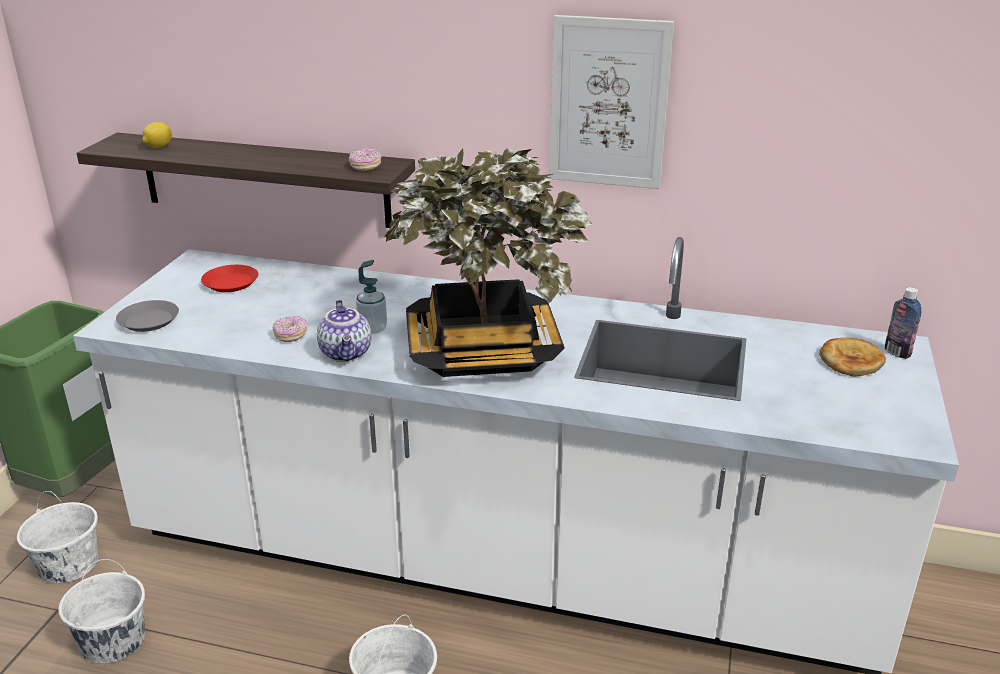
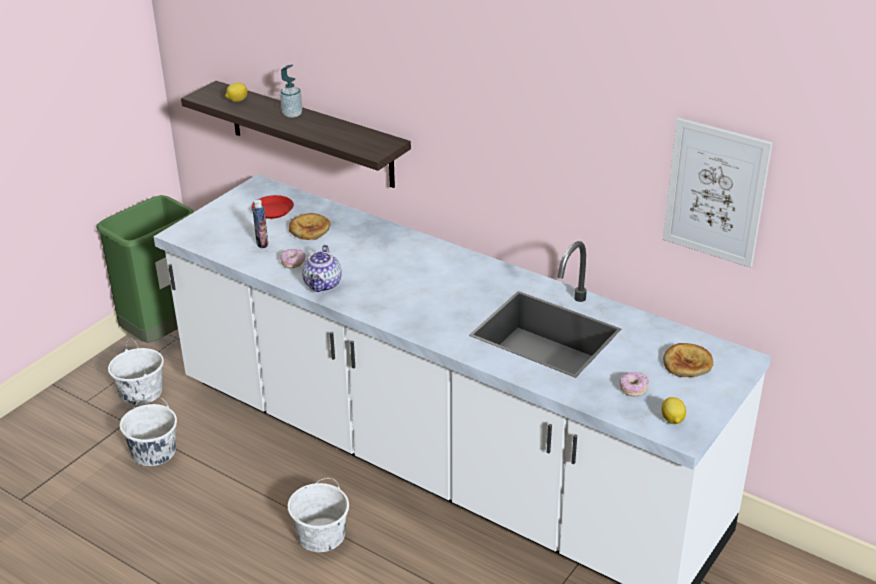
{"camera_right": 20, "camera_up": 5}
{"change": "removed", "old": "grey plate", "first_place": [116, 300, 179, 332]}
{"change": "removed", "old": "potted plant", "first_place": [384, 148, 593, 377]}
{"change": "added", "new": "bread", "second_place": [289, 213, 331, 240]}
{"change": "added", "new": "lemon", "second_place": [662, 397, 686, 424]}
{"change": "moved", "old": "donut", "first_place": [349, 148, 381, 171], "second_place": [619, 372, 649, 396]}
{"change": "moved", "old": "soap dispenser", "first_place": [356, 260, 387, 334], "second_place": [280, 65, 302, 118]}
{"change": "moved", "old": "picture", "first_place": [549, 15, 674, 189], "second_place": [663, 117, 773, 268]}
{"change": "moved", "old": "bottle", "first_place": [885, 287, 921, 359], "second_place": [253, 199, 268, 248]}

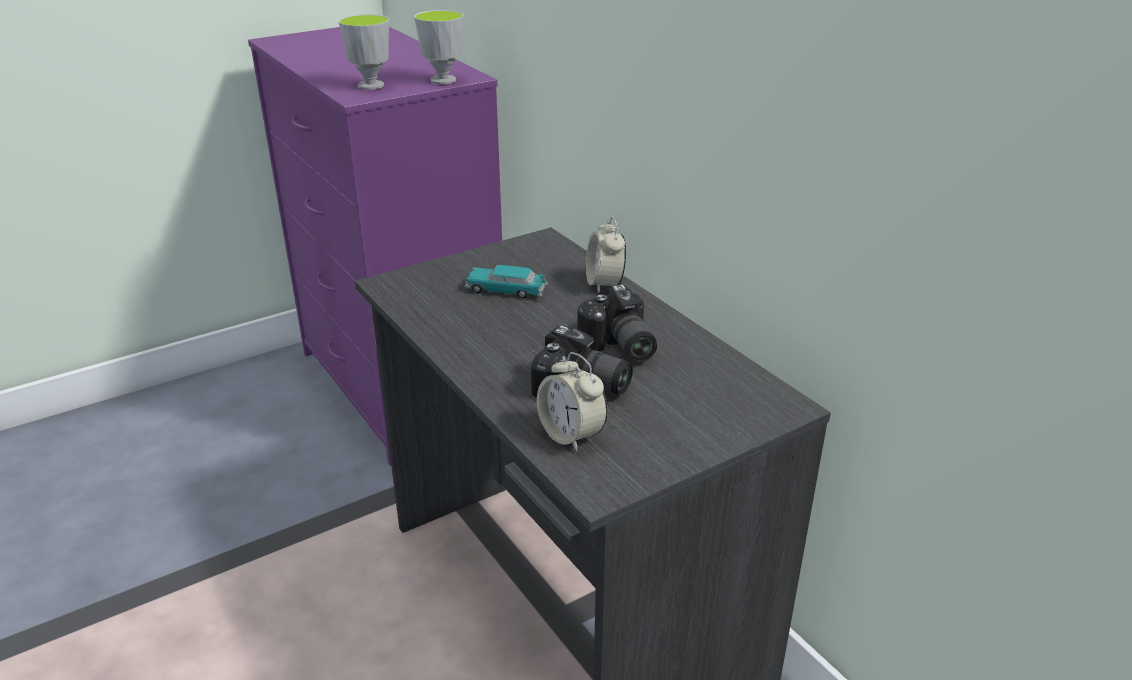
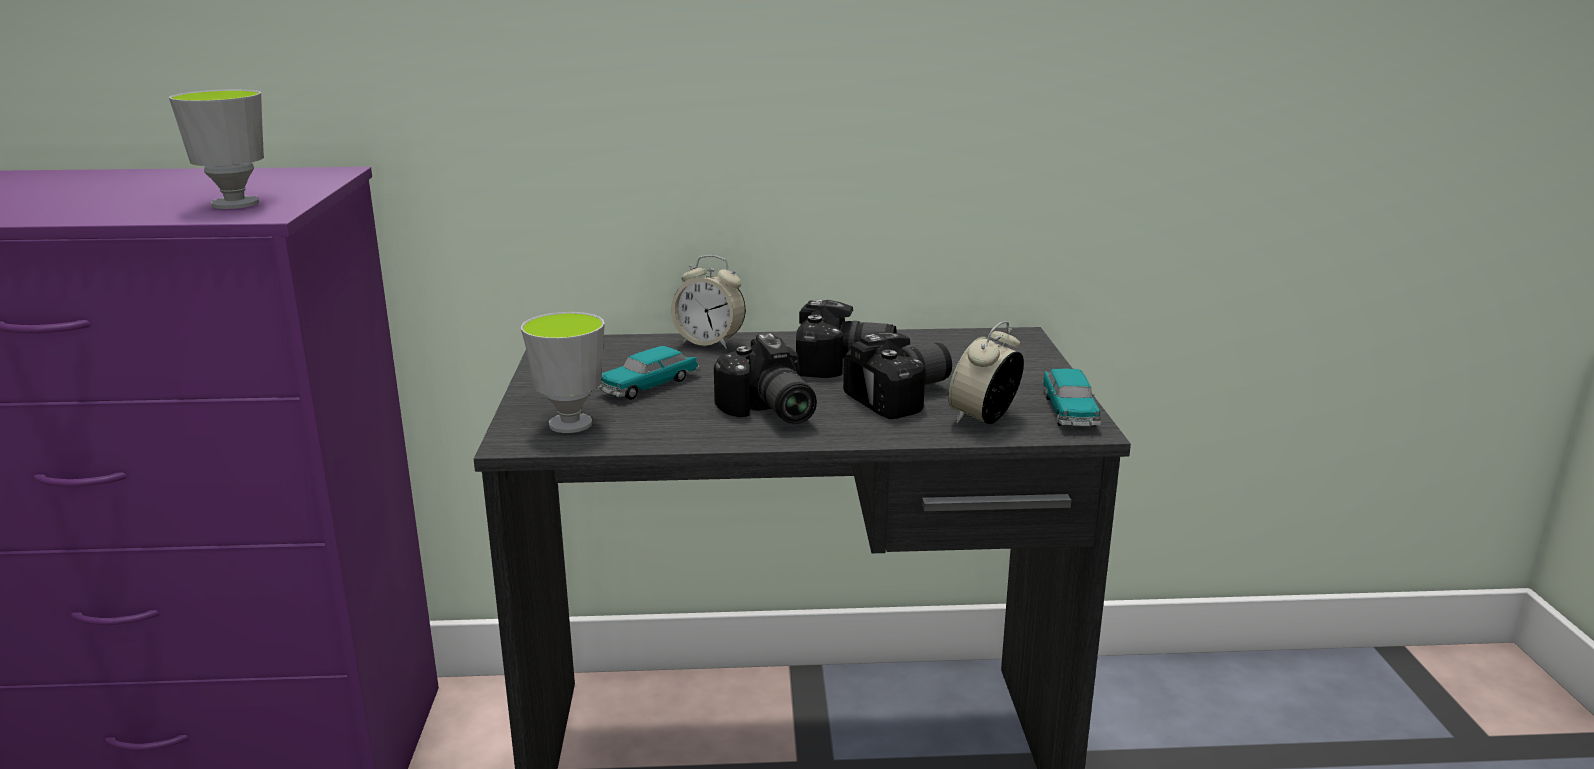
{"camera_right": -60, "camera_up": -10}
{"change": "added", "new": "photo camera", "second_place": [714, 333, 817, 424]}
{"change": "added", "new": "toy car", "second_place": [1042, 368, 1101, 427]}
{"change": "moved", "old": "cup", "first_place": [414, 10, 464, 84], "second_place": [521, 312, 605, 433]}
{"change": "turned", "old": "alarm clock", "first_place": [537, 352, 608, 452], "second_place": [948, 321, 1024, 424], "degrees": 135}

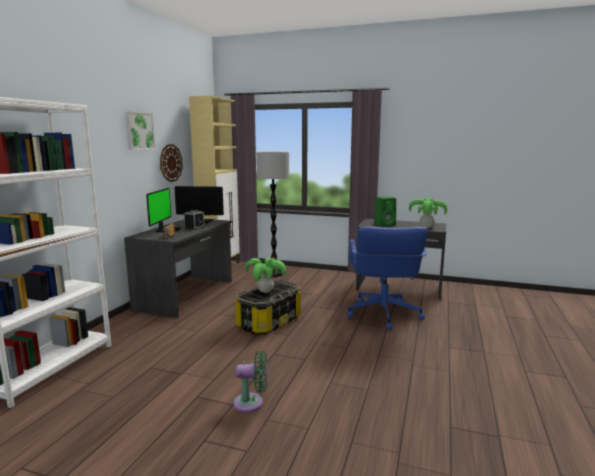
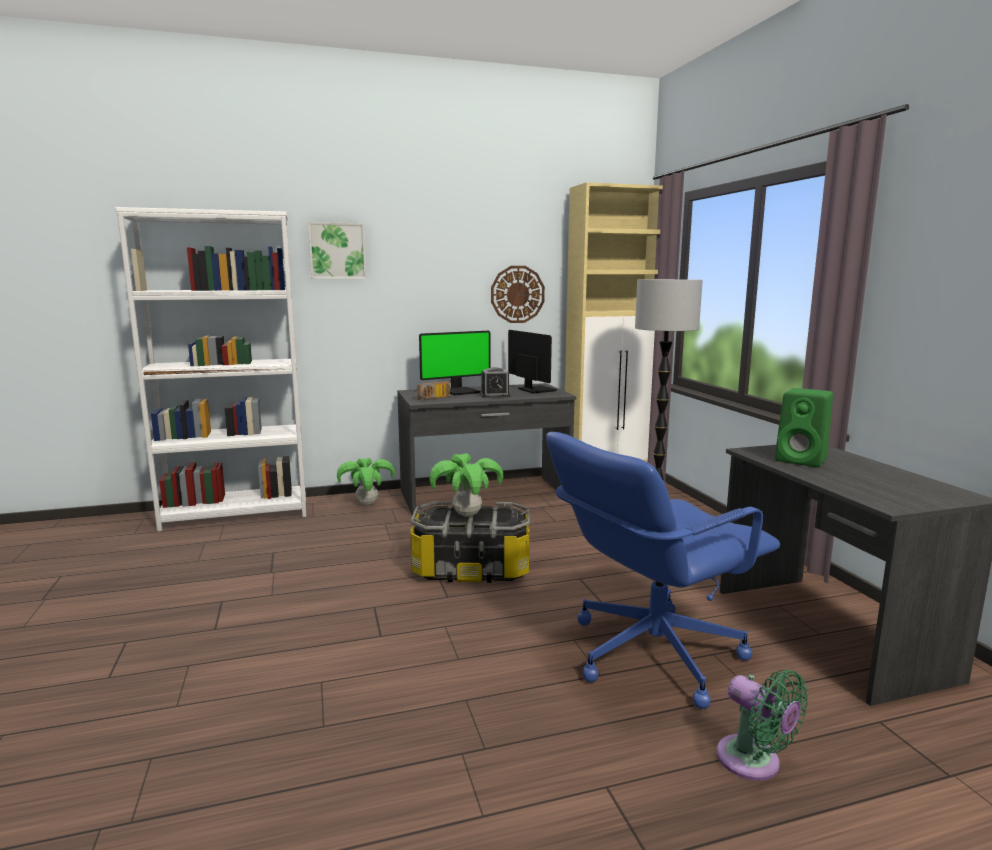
{"camera_right": 55, "camera_up": 0}
{"change": "moved", "old": "picture", "first_place": [125, 111, 155, 150], "second_place": [308, 222, 367, 279]}
{"change": "moved", "old": "green fan", "first_place": [233, 350, 267, 413], "second_place": [716, 669, 808, 781]}
{"change": "moved", "old": "potted plant", "first_place": [409, 198, 447, 228], "second_place": [337, 458, 395, 506]}

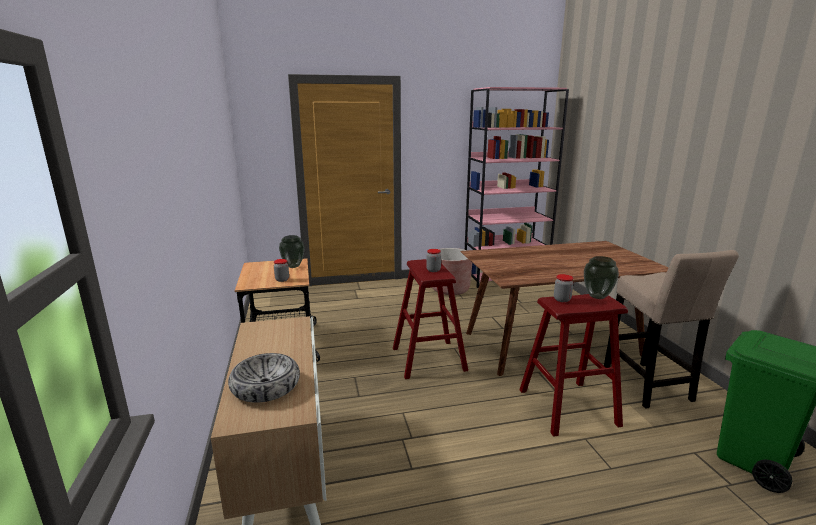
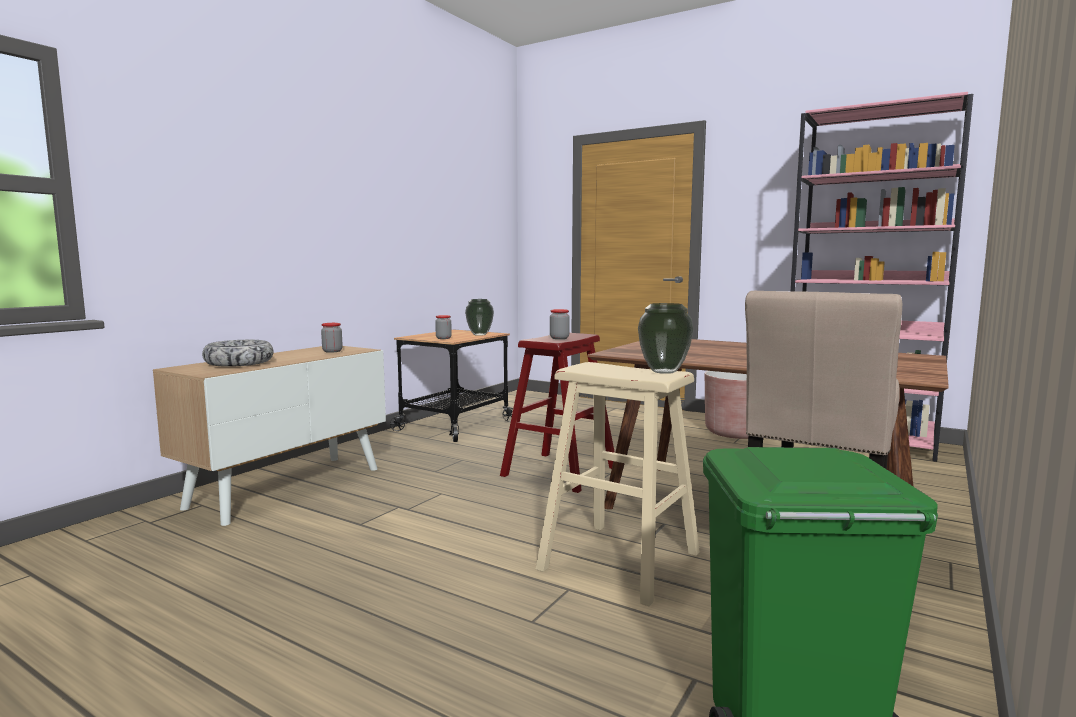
{"camera_right": 45, "camera_up": -10}
{"change": "moved", "old": "jar", "first_place": [554, 274, 573, 302], "second_place": [321, 323, 343, 353]}
{"change": "recoloured", "old": "red stool", "new": "beige stool", "first_place": [520, 294, 628, 437], "second_place": [536, 362, 700, 606]}

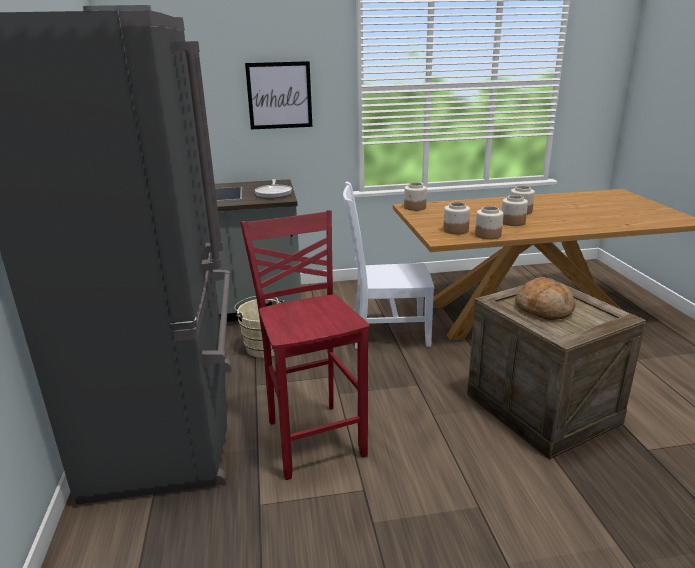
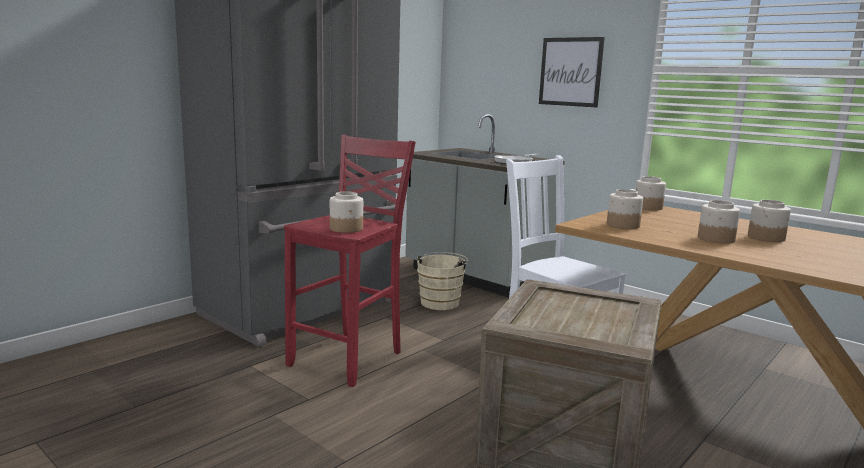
{"camera_right": 50, "camera_up": -10}
{"change": "removed", "old": "bread", "first_place": [515, 277, 576, 320]}
{"change": "moved", "old": "jar", "first_place": [475, 206, 503, 239], "second_place": [330, 192, 363, 233]}

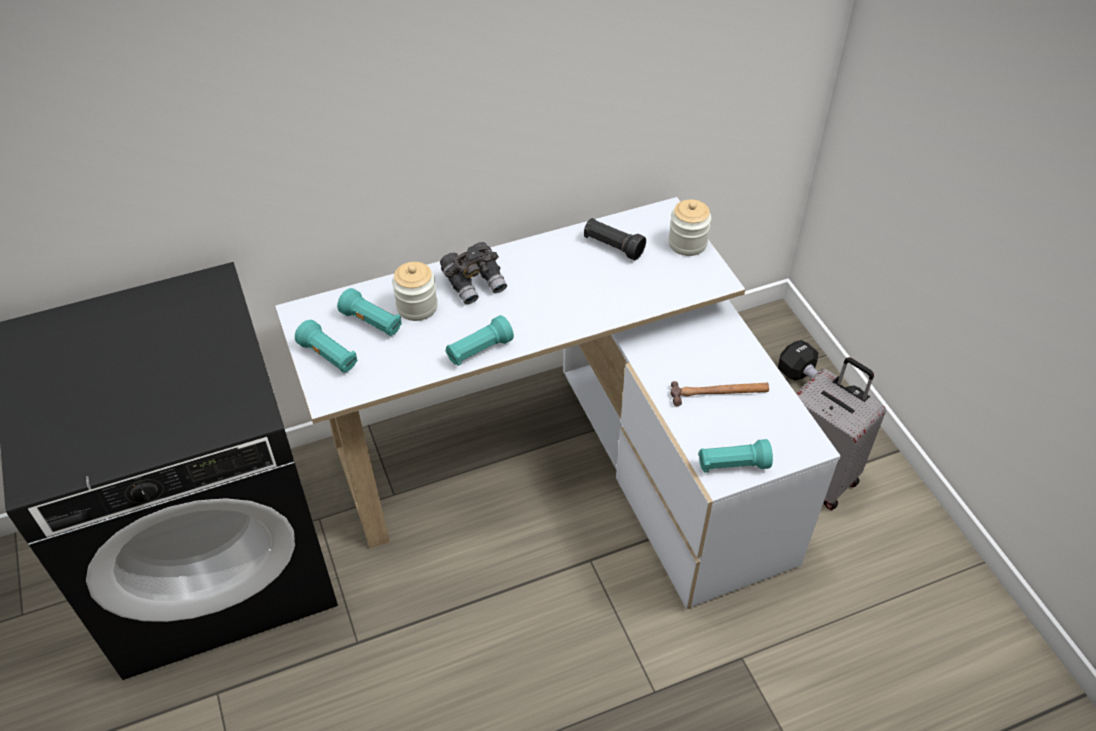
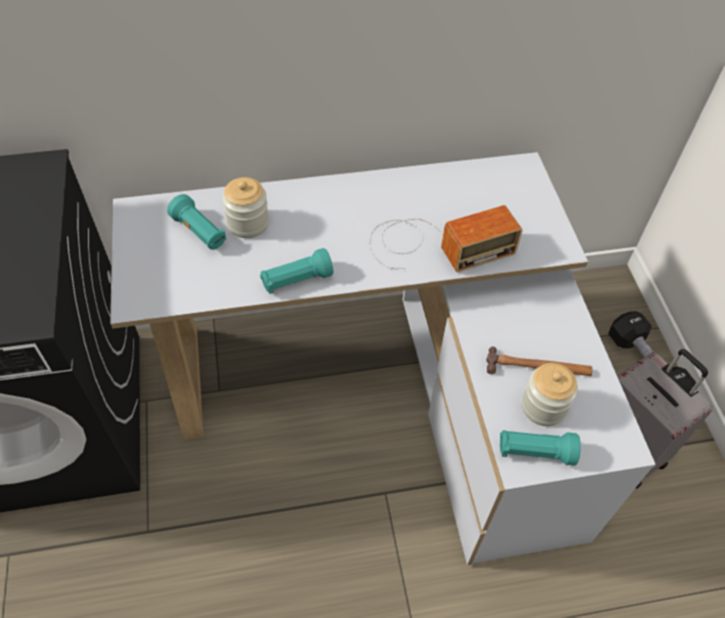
{"camera_right": 10, "camera_up": 5}
{"change": "removed", "old": "turquoise flashlight", "first_place": [295, 320, 357, 372]}
{"change": "removed", "old": "grey binoculars", "first_place": [440, 242, 507, 305]}
{"change": "removed", "old": "black flashlight", "first_place": [584, 218, 646, 260]}
{"change": "added", "new": "radio", "second_place": [369, 205, 522, 272]}
{"change": "moved", "old": "jar", "first_place": [668, 199, 711, 256], "second_place": [522, 363, 578, 426]}

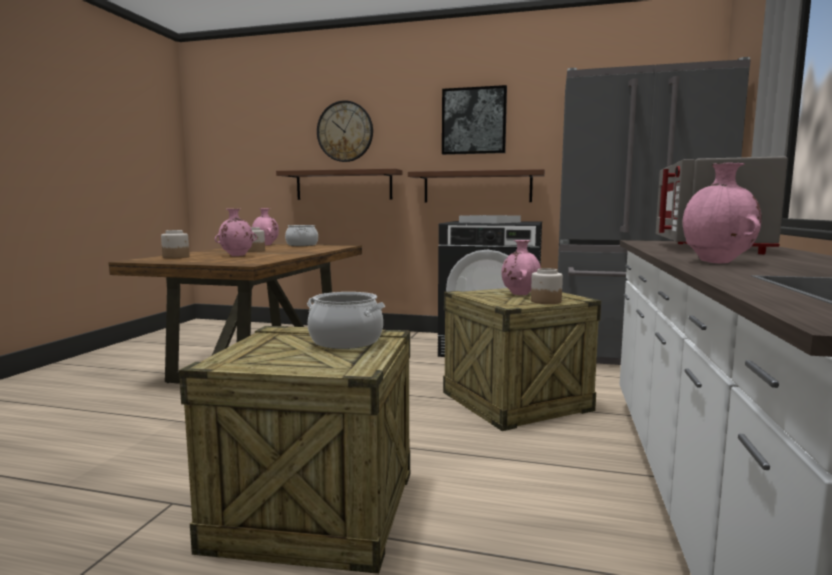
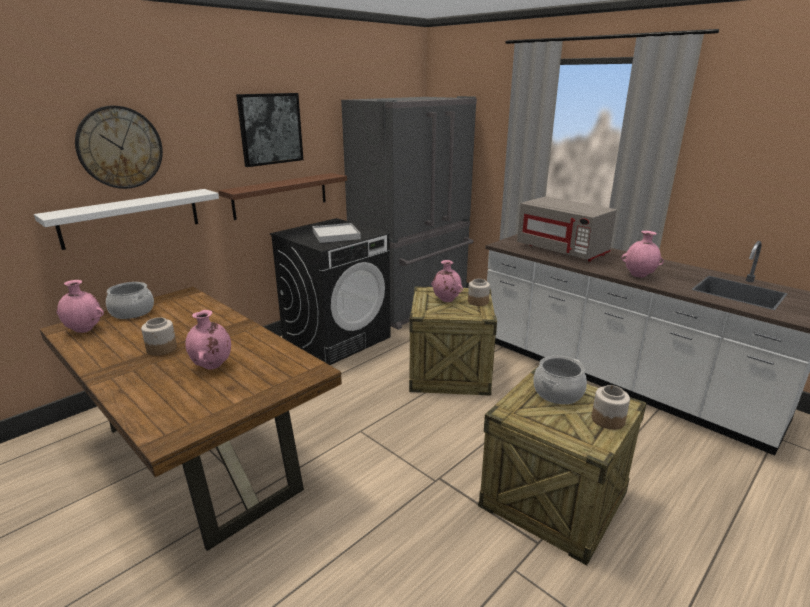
{"camera_right": -60, "camera_up": 15}
{"change": "moved", "old": "jar", "first_place": [161, 230, 189, 258], "second_place": [592, 385, 630, 430]}
{"change": "recoloured", "old": "brown shelf", "new": "white shelf", "first_place": [276, 168, 402, 200], "second_place": [34, 189, 219, 250]}

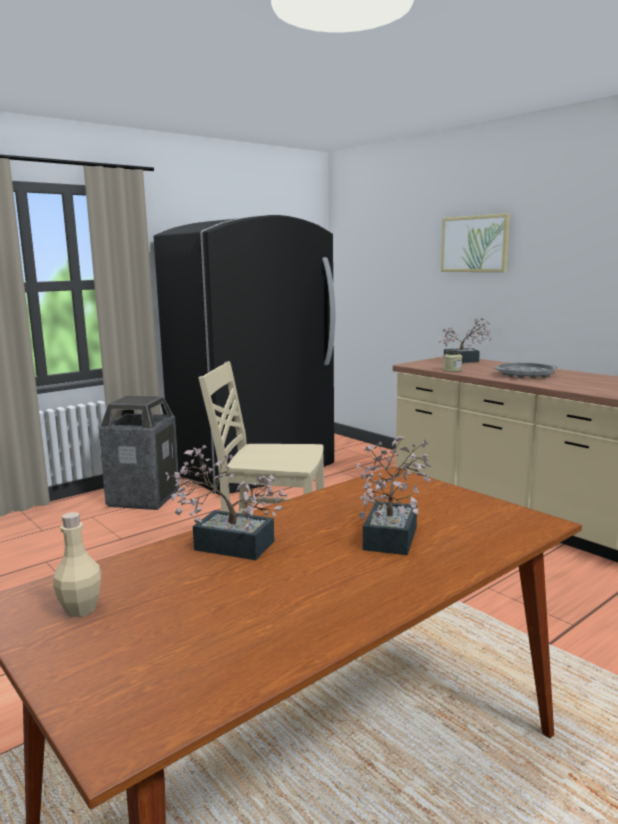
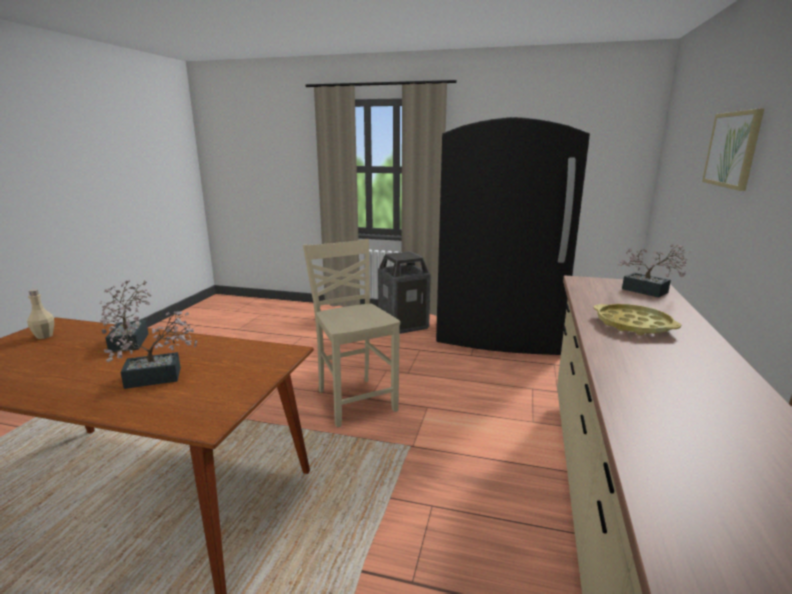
{"camera_right": 55, "camera_up": 5}
{"change": "removed", "old": "jar", "first_place": [443, 350, 462, 372]}
{"change": "recoloured", "old": "grey tray", "new": "yellow tray", "first_place": [495, 363, 557, 379], "second_place": [594, 304, 681, 335]}

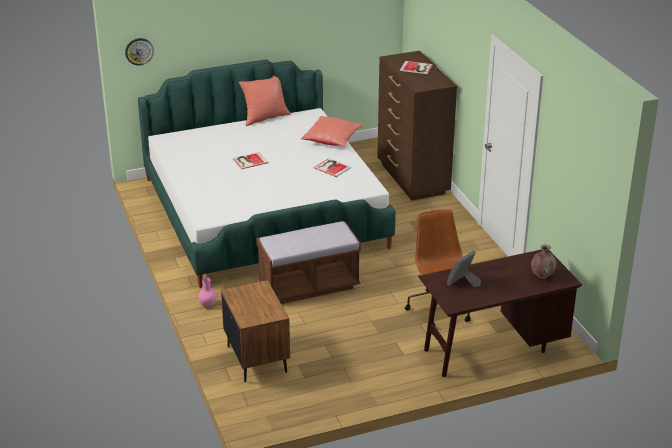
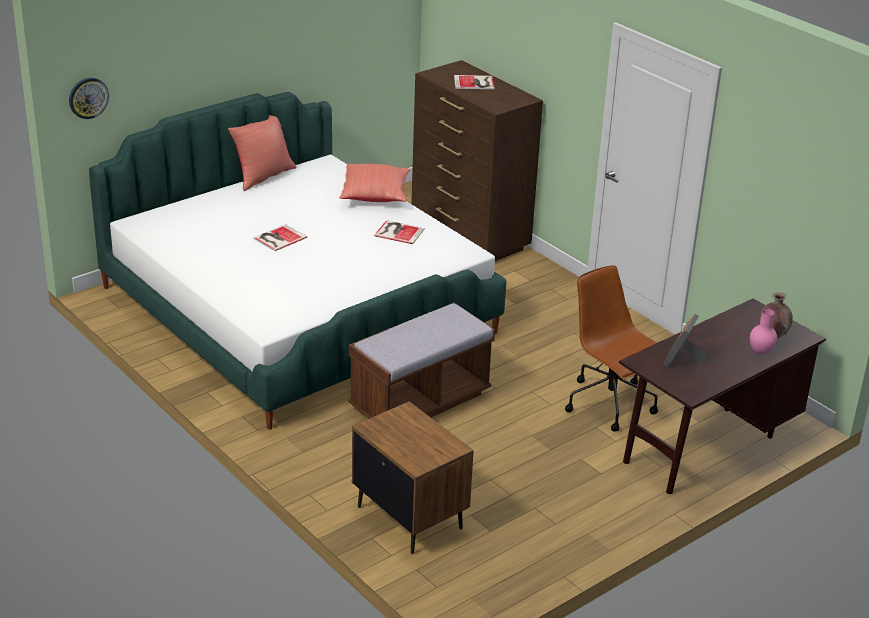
{"camera_right": -20, "camera_up": 0}
{"change": "moved", "old": "pink vase", "first_place": [198, 278, 216, 308], "second_place": [750, 309, 777, 355]}

